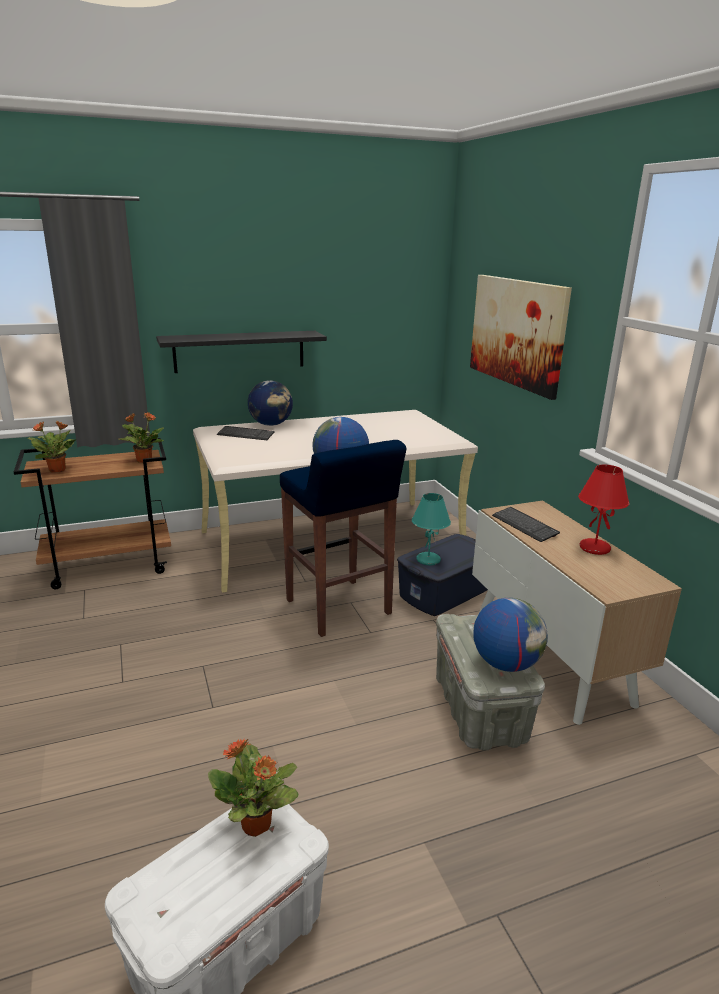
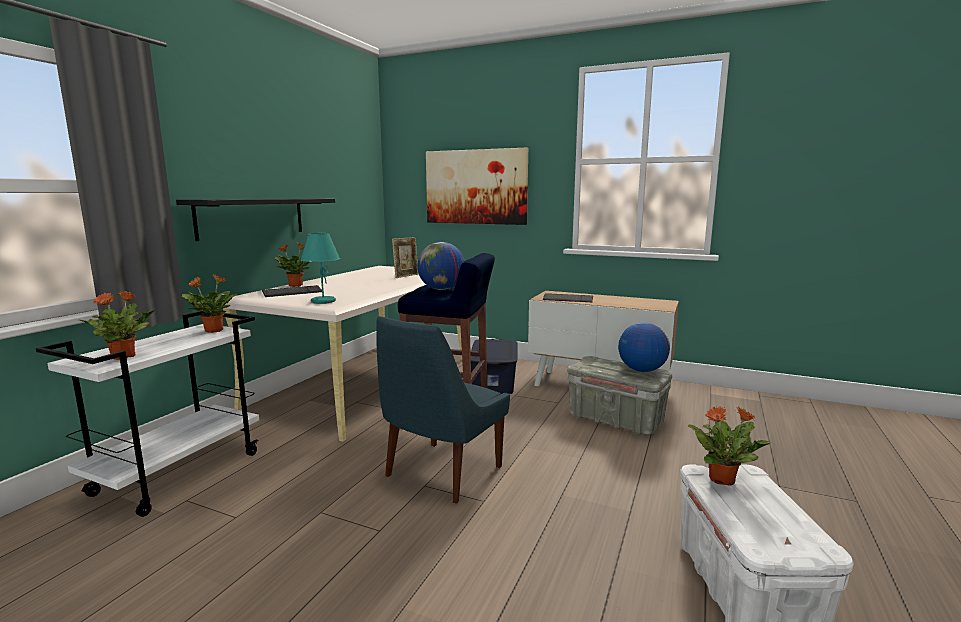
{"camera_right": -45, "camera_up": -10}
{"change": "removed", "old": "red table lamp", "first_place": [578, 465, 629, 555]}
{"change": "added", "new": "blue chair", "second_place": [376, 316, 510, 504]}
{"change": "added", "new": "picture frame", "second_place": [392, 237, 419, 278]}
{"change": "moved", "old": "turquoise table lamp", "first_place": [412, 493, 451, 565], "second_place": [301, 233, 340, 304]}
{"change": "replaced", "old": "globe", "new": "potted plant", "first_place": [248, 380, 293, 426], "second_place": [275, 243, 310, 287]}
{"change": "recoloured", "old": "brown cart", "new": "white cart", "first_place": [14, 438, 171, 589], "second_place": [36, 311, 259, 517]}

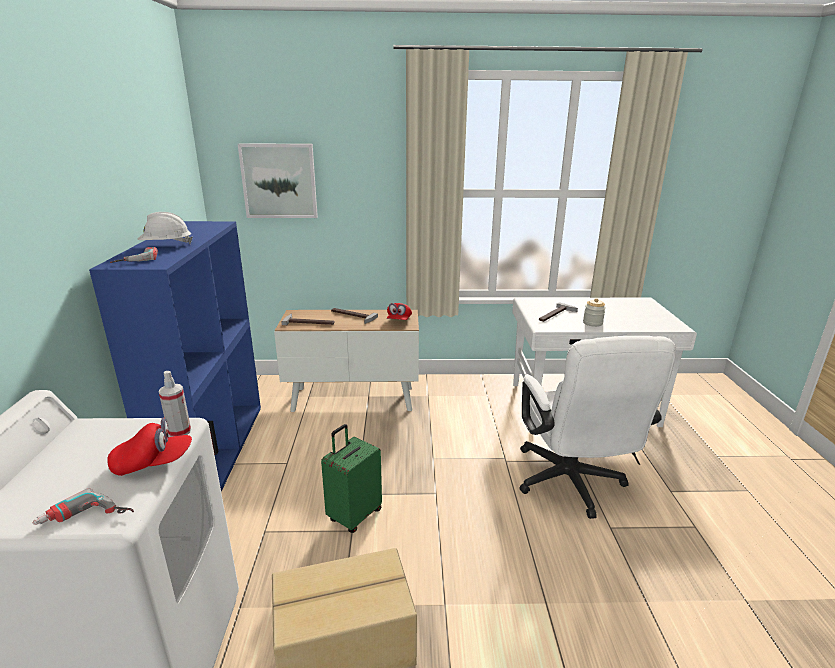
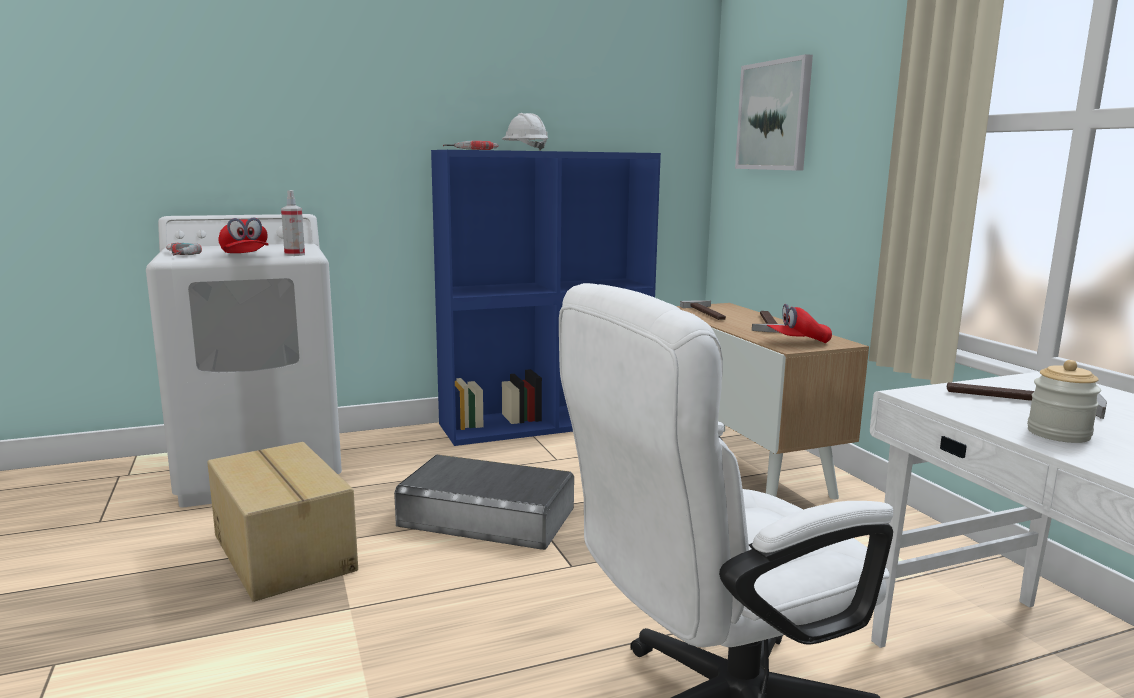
{"camera_right": 70, "camera_up": -10}
{"change": "replaced", "old": "green suitcase", "new": "grey storage box", "first_place": [321, 424, 382, 533], "second_place": [394, 454, 574, 550]}

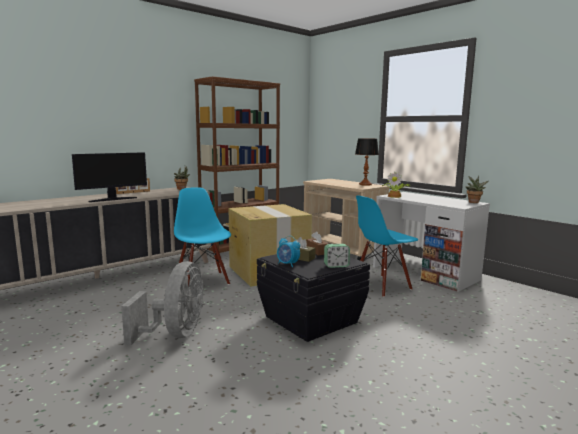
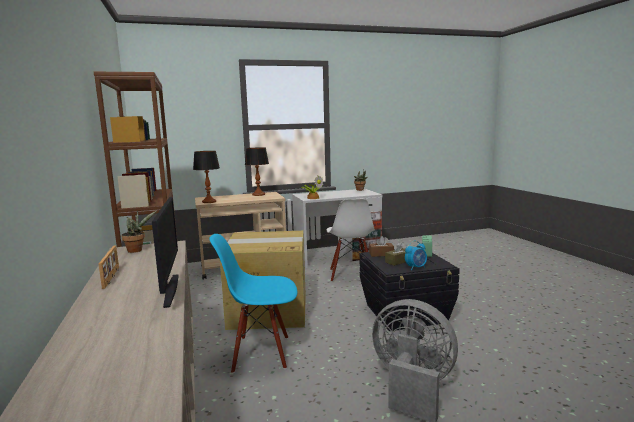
{"camera_right": -65, "camera_up": 0}
{"change": "added", "new": "table lamp", "second_place": [193, 151, 220, 203]}
{"change": "recoloured", "old": "blue chair", "new": "white chair", "first_place": [356, 195, 418, 297], "second_place": [327, 199, 375, 282]}

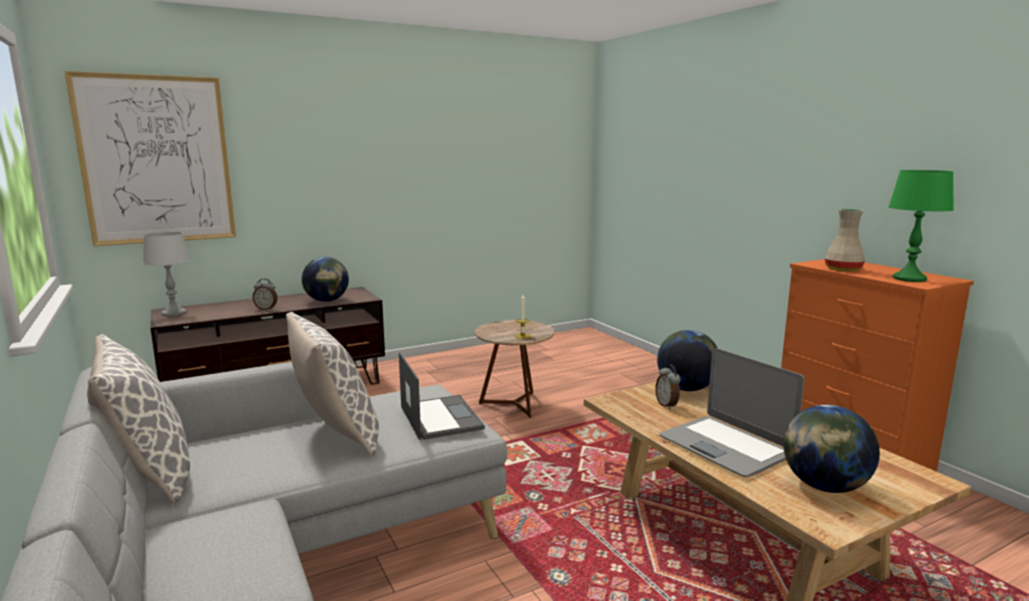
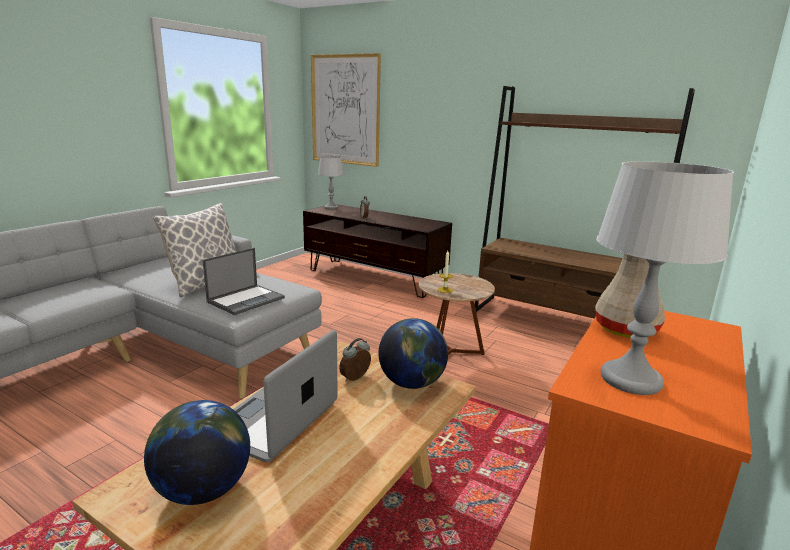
{"camera_right": 60, "camera_up": 5}
{"change": "removed", "old": "pillow", "first_place": [87, 334, 190, 504]}
{"change": "removed", "old": "globe", "first_place": [302, 257, 349, 302]}
{"change": "added", "new": "brown bookcase", "second_place": [475, 86, 695, 319]}
{"change": "recoloured", "old": "green table lamp", "new": "grey table lamp", "first_place": [889, 170, 954, 282], "second_place": [596, 161, 734, 395]}

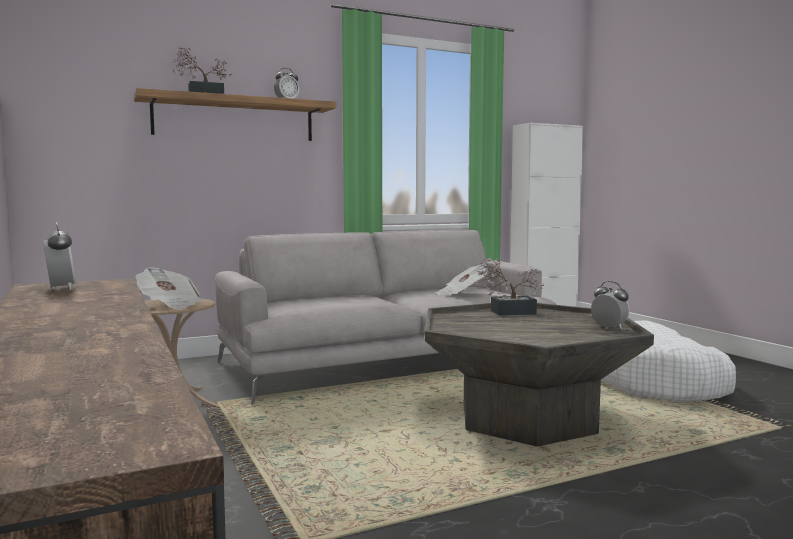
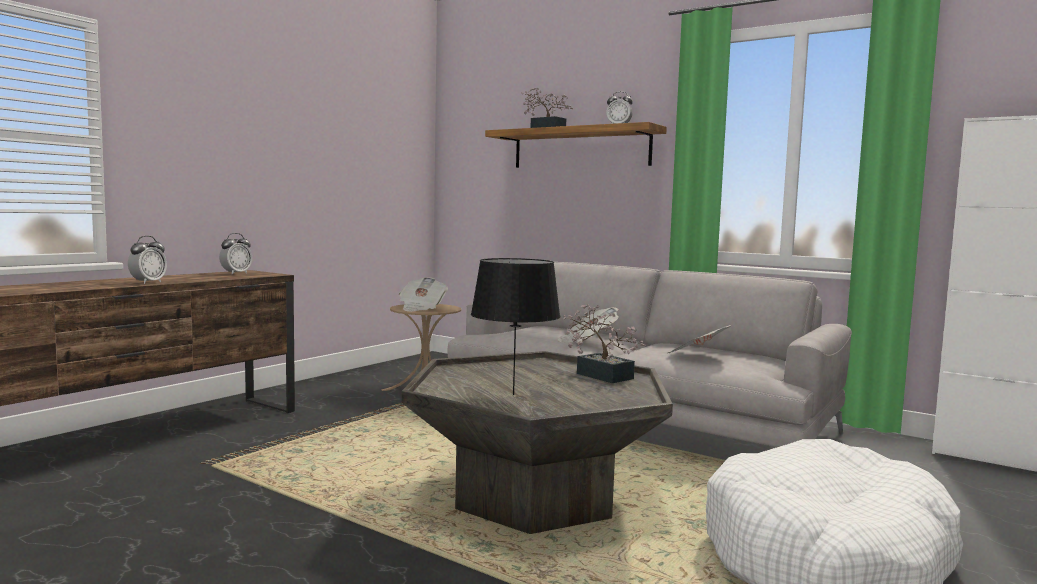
{"camera_right": 60, "camera_up": 0}
{"change": "added", "new": "black table lamp", "second_place": [471, 258, 560, 395]}
{"change": "added", "new": "newspaper", "second_place": [557, 307, 619, 343]}
{"change": "moved", "old": "alarm clock", "first_place": [591, 281, 630, 329], "second_place": [128, 235, 167, 284]}

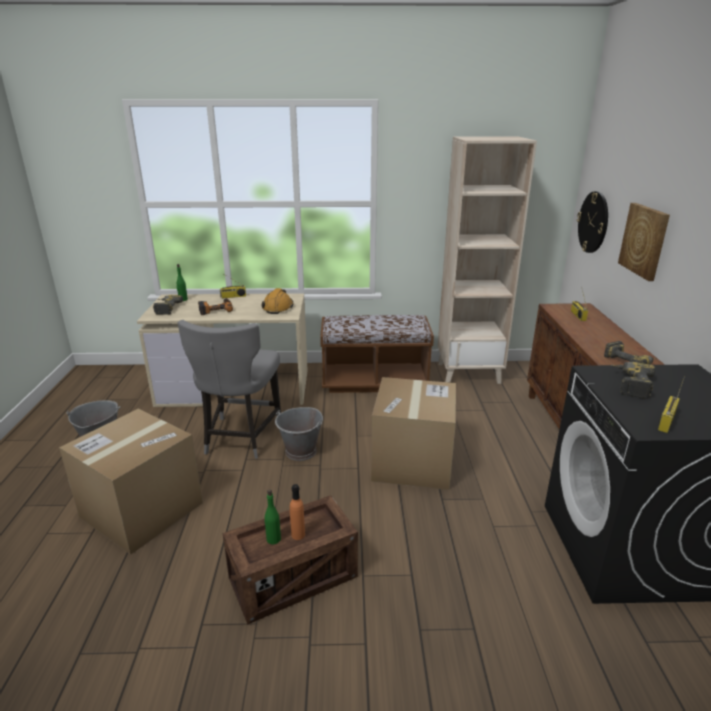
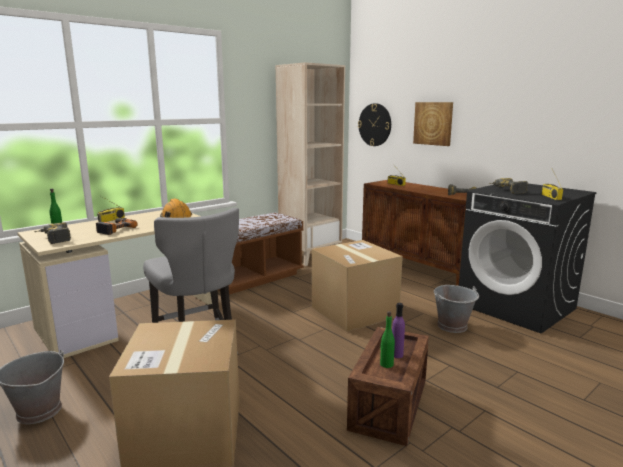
{"camera_right": -40, "camera_up": -10}
{"change": "moved", "old": "grey bucket", "first_place": [275, 407, 323, 461], "second_place": [434, 285, 479, 333]}
{"change": "recoloured", "old": "orange bottle", "new": "purple bottle", "first_place": [290, 484, 305, 540], "second_place": [392, 303, 405, 358]}

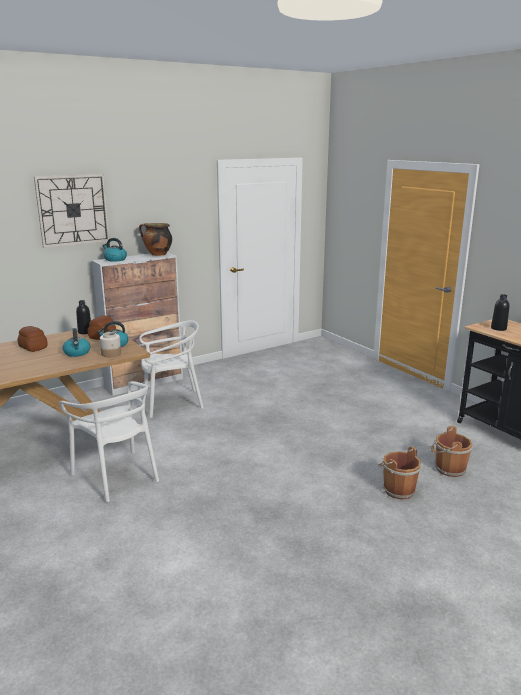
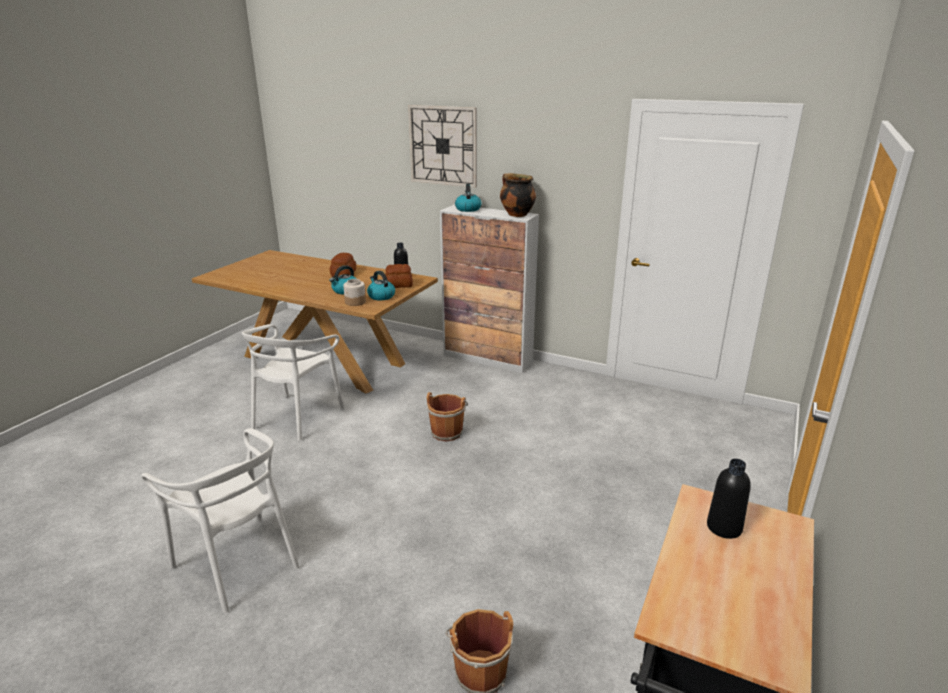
{"camera_right": 60, "camera_up": 5}
{"change": "moved", "old": "white chair", "first_place": [139, 320, 204, 418], "second_place": [141, 428, 299, 613]}
{"change": "moved", "old": "brown bucket", "first_place": [379, 446, 421, 499], "second_place": [426, 392, 468, 442]}

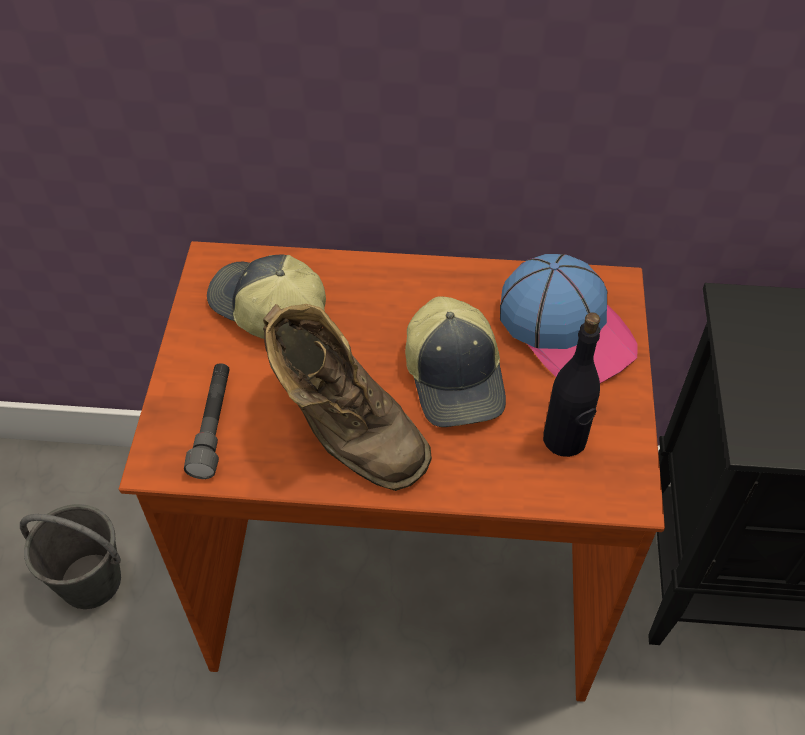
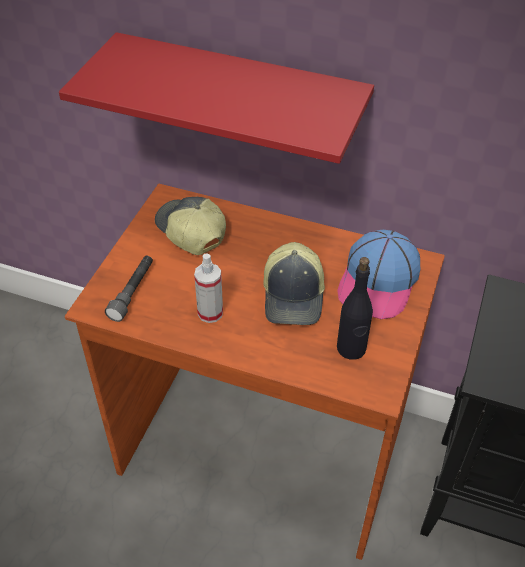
{"camera_right": 15, "camera_up": -5}
{"change": "removed", "old": "grey bucket", "first_place": [20, 504, 121, 609]}
{"change": "added", "new": "red shelf", "second_place": [59, 32, 374, 164]}
{"change": "replaced", "old": "brown boot", "new": "spray bottle", "first_place": [263, 304, 432, 491], "second_place": [194, 254, 223, 323]}
{"change": "turned", "old": "cap", "first_place": [500, 254, 638, 384], "second_place": [337, 230, 420, 319], "degrees": 45}

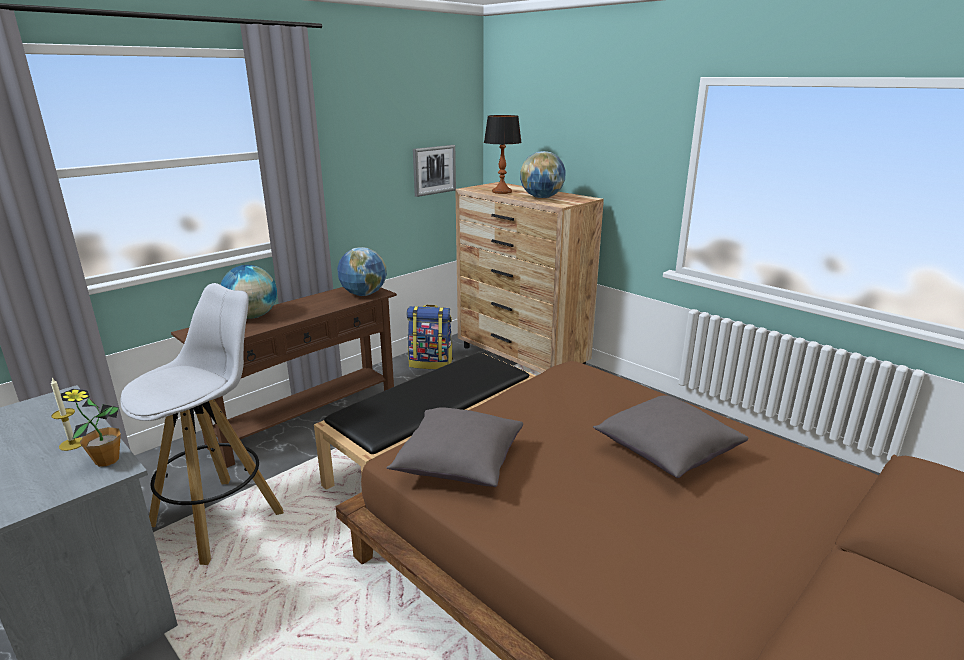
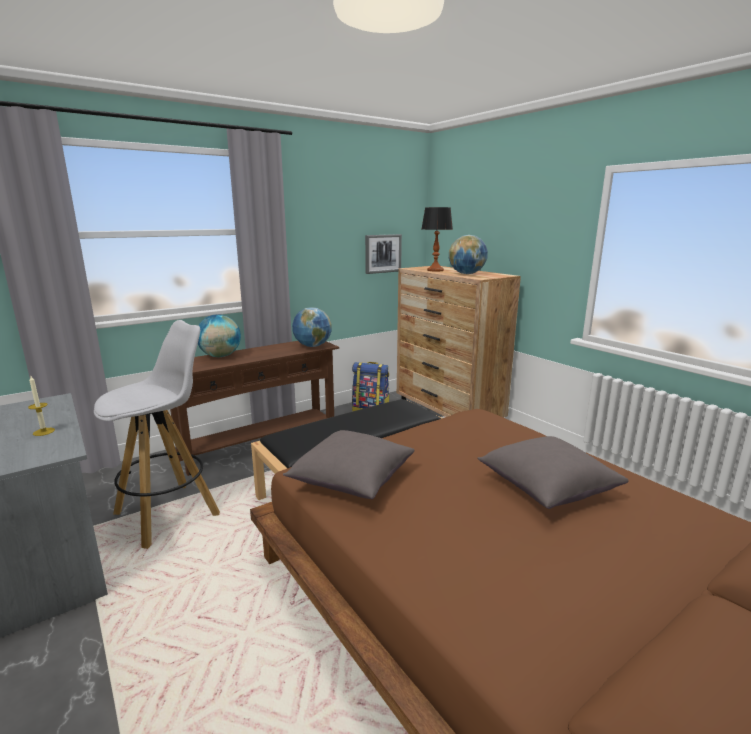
{"camera_right": 10, "camera_up": -5}
{"change": "removed", "old": "potted plant", "first_place": [61, 389, 121, 467]}

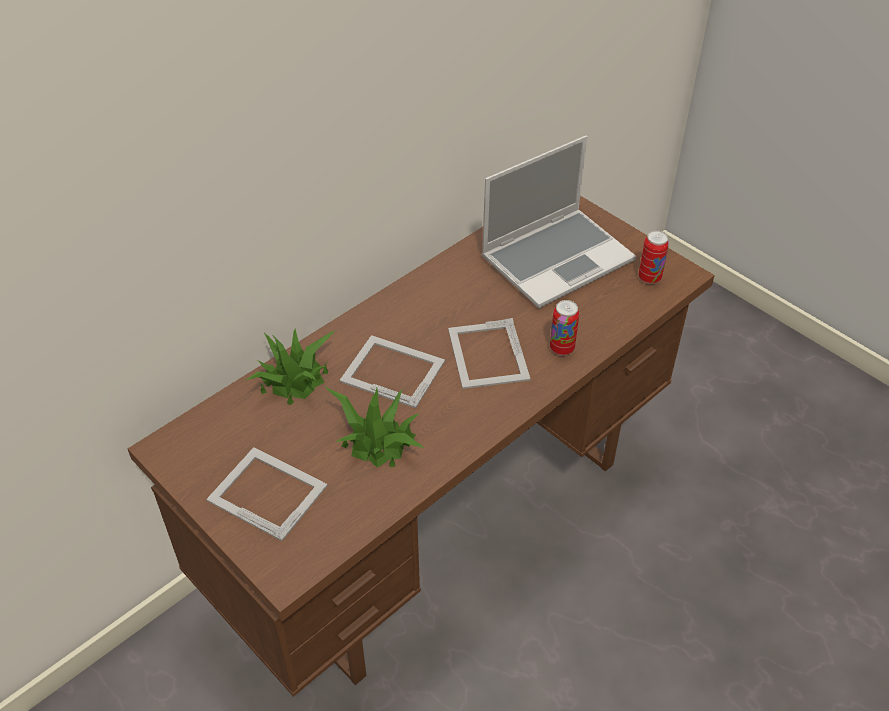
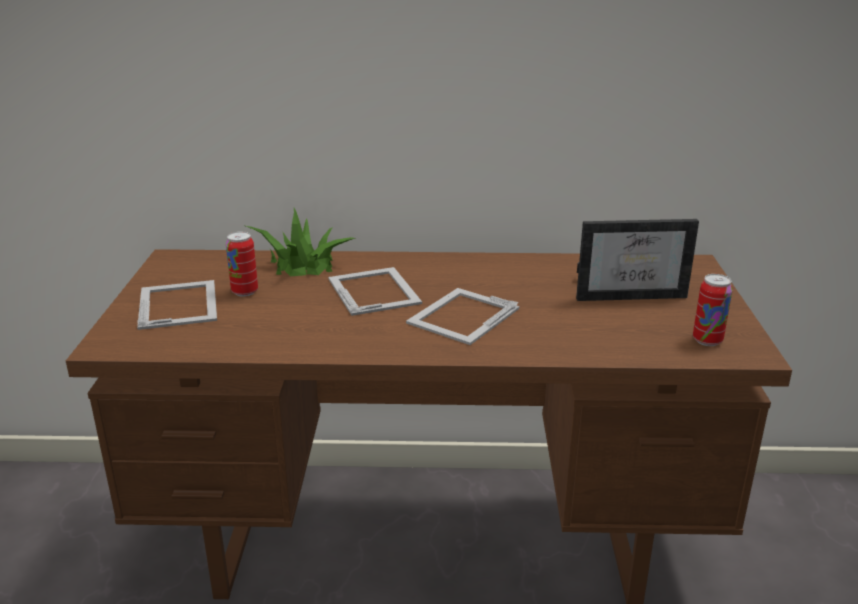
{"camera_right": 45, "camera_up": -20}
{"change": "removed", "old": "potted plant", "first_place": [324, 386, 424, 467]}
{"change": "moved", "old": "can", "first_place": [550, 300, 579, 355], "second_place": [226, 231, 258, 297]}
{"change": "replaced", "old": "laptop", "new": "picture frame", "first_place": [481, 136, 636, 308], "second_place": [576, 219, 699, 301]}

